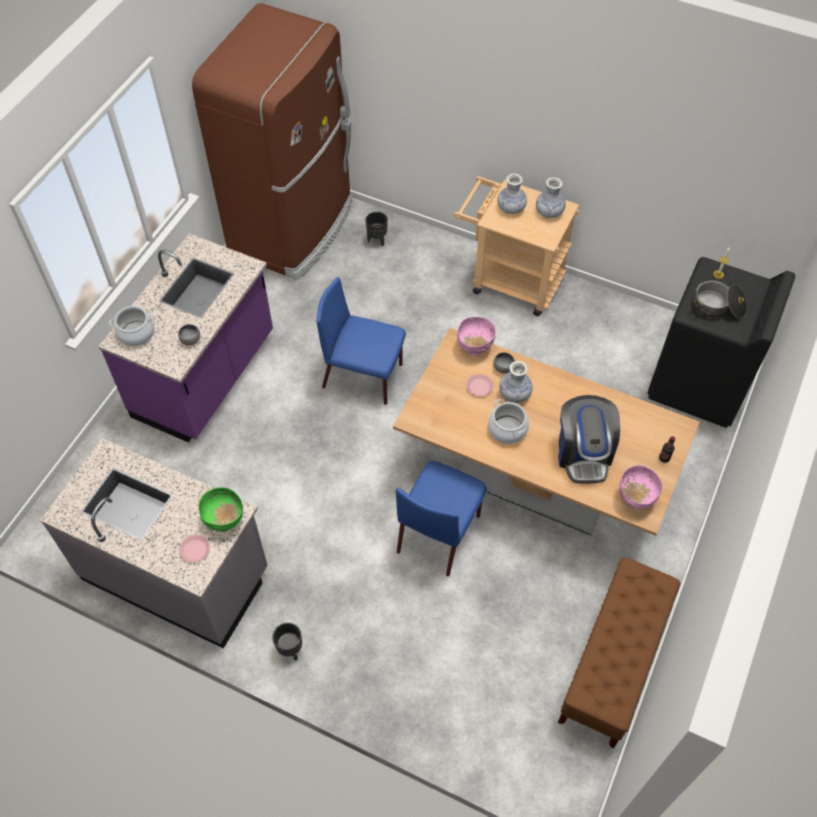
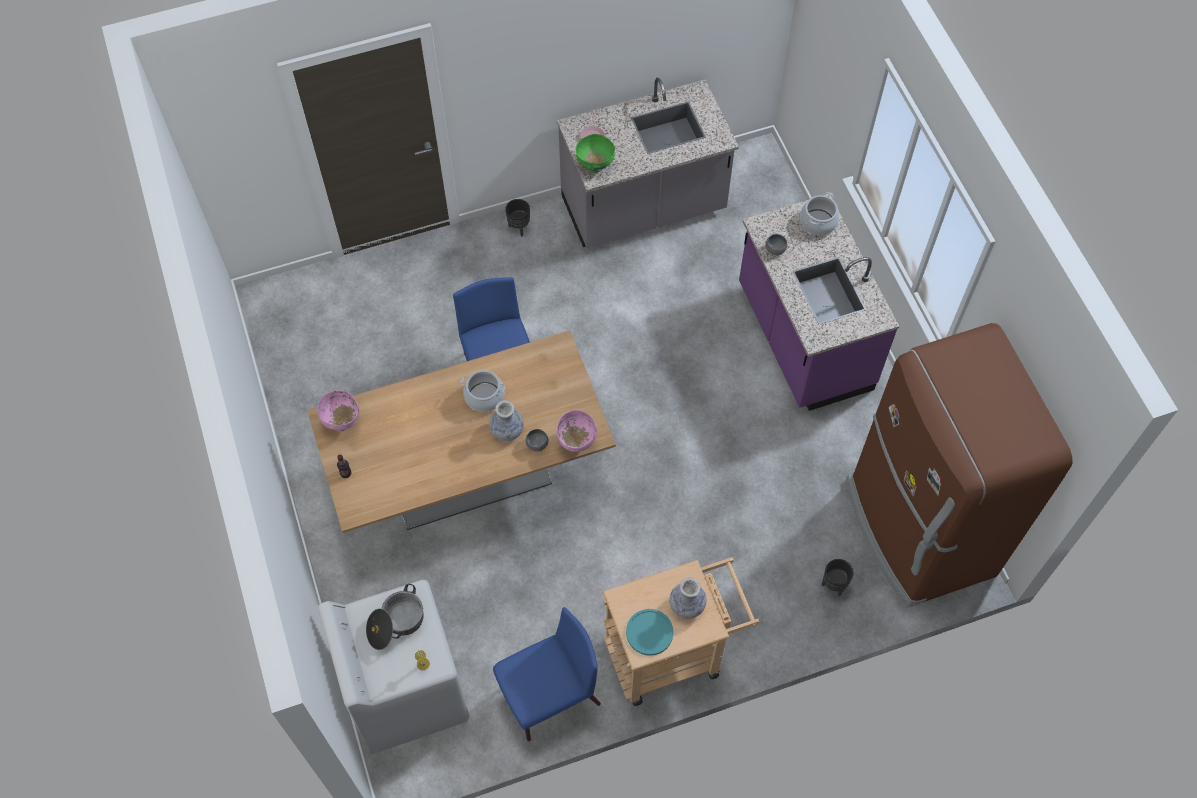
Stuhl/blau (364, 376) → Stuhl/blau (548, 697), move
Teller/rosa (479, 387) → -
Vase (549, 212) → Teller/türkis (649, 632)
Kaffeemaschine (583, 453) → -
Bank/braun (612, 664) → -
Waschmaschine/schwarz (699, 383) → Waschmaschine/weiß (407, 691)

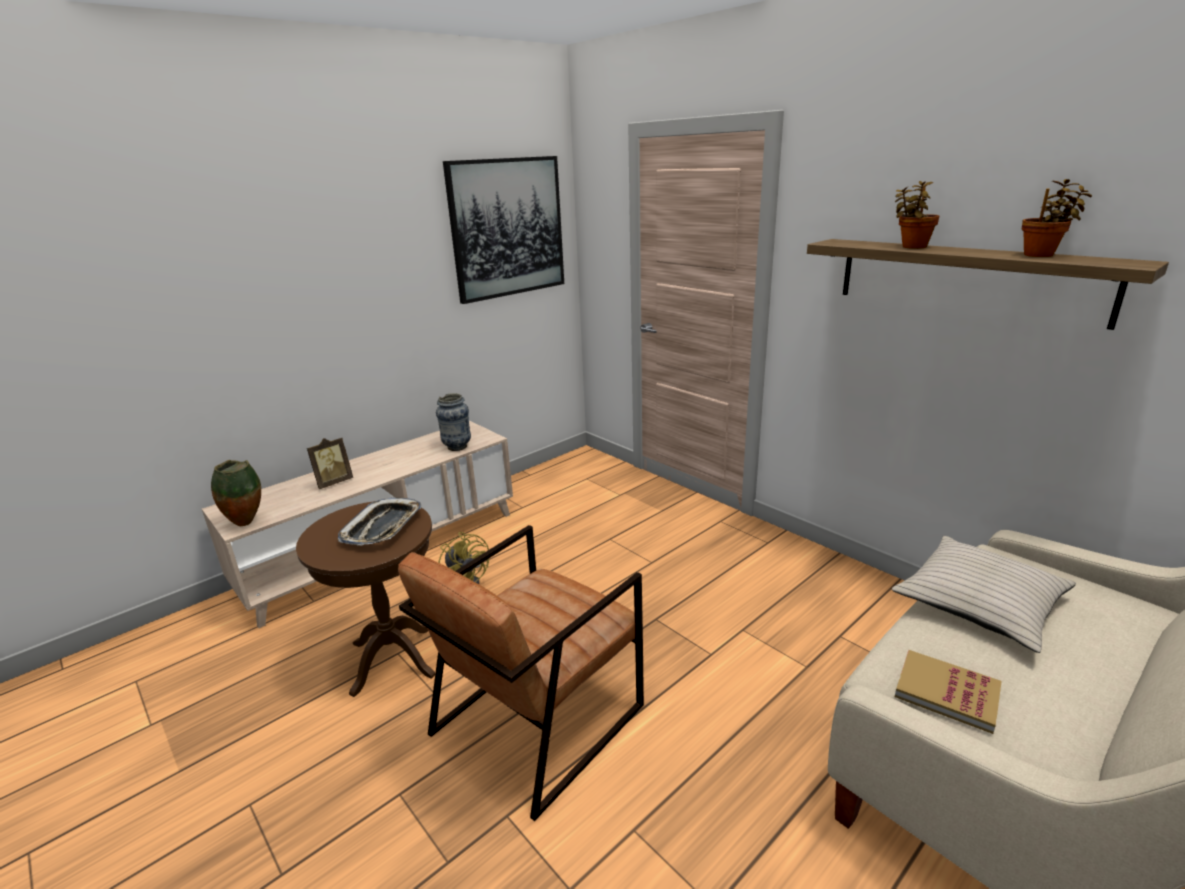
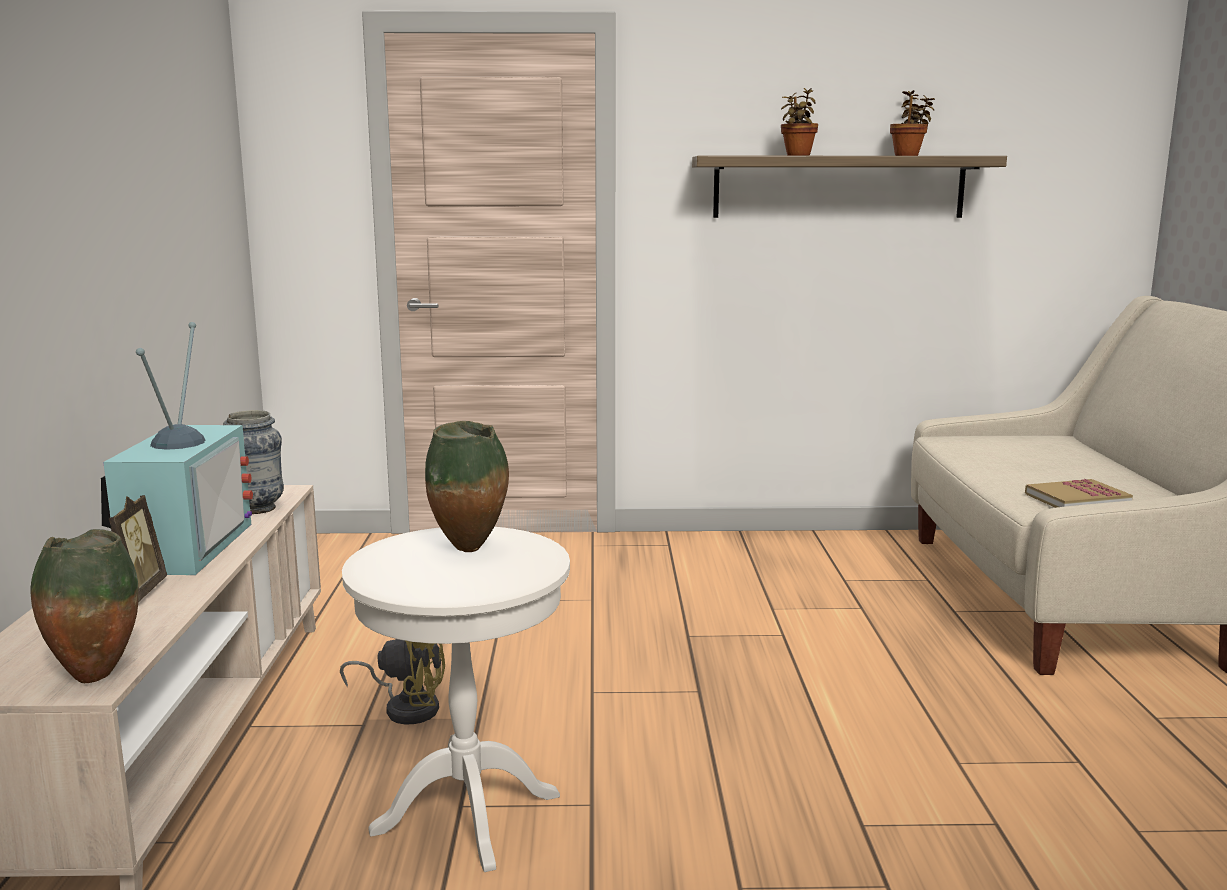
Beistelltisch/braun (393, 659) → Beistelltisch/weiß (467, 813)
Tablett (383, 527) → Vase (470, 550)
Sessel/braun (536, 719) → -
Bild (507, 228) → -
Kissen/beige (980, 602) → -
- → Fernseher (181, 546)

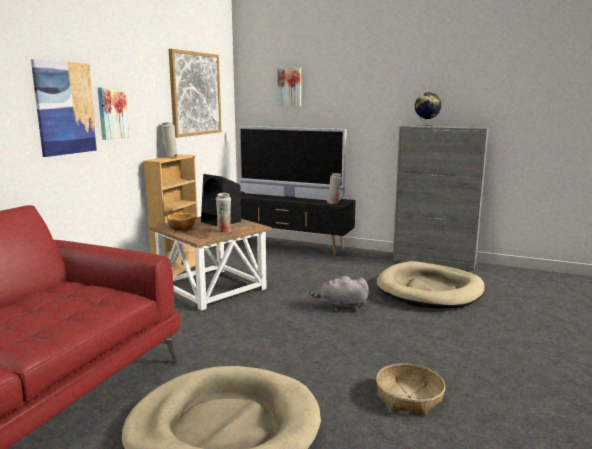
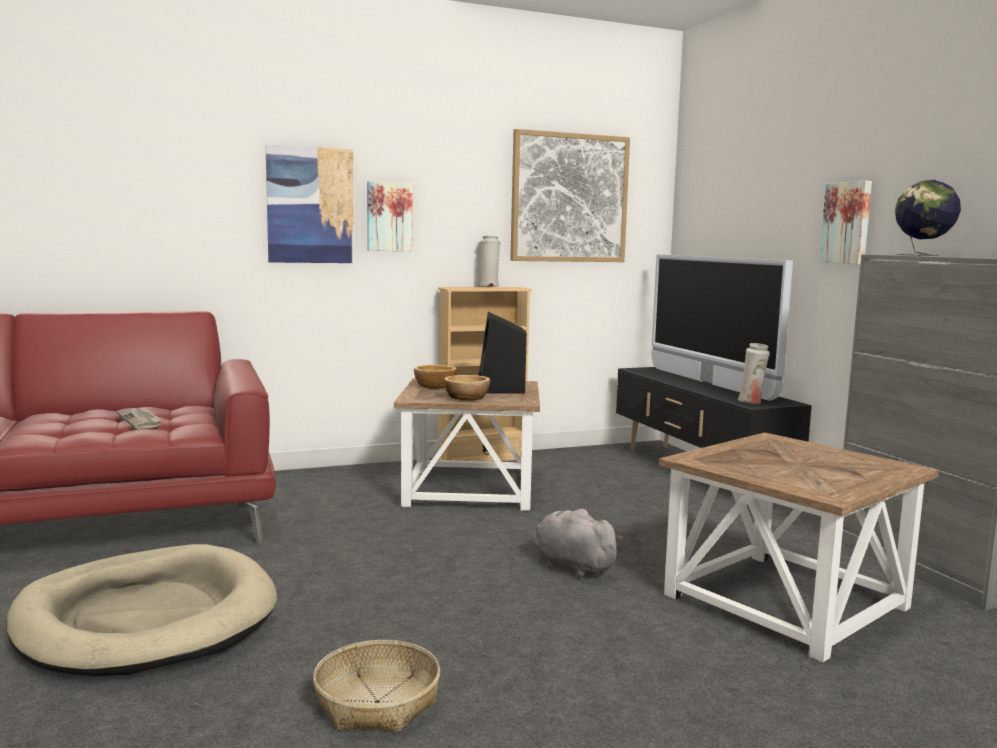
Vase/weiß (224, 231) → Schüssel (467, 398)
Bild (290, 87) → Bild (847, 223), move
Hundebett/beige (429, 290) → Beistelltisch/braun (789, 602)
- → Zeitung (141, 420)

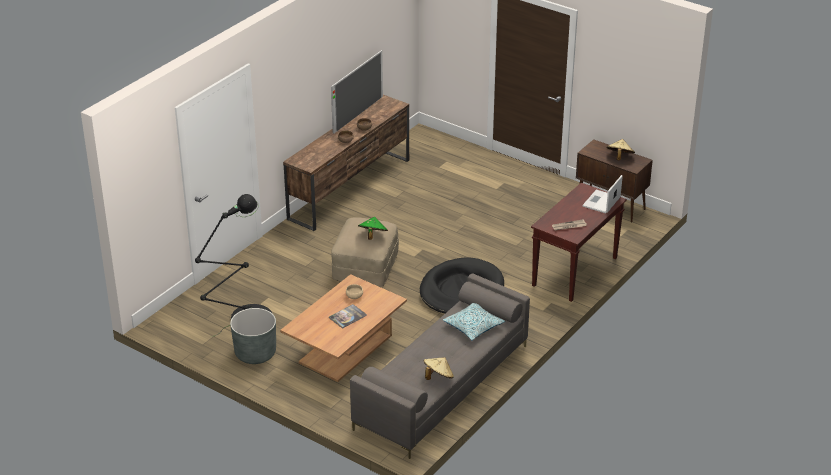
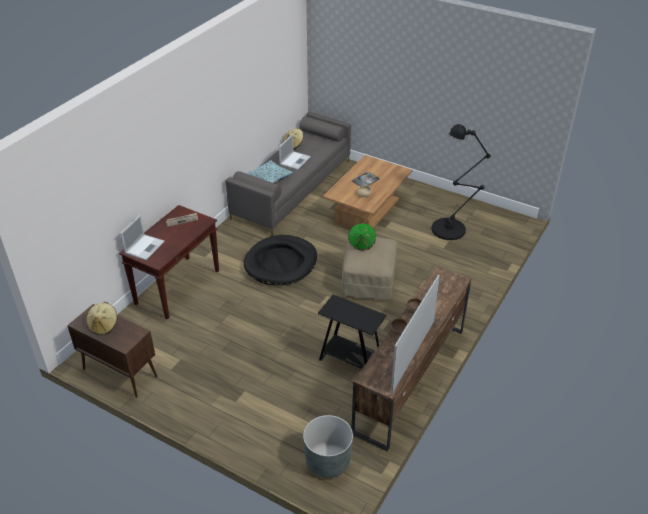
Pflanzkübel/grau (255, 353) → Pflanzkübel/grau (327, 461), move
- → Laptop (295, 160)
- → Beistelltisch/schwarz (350, 362)

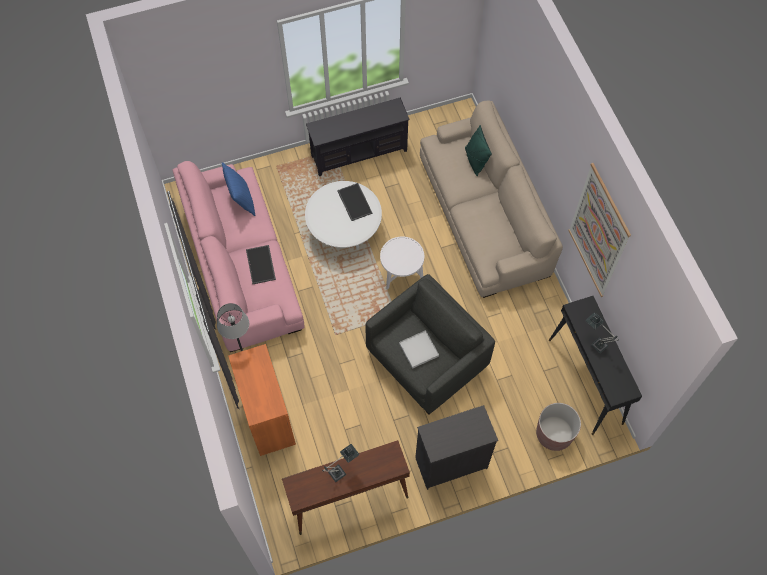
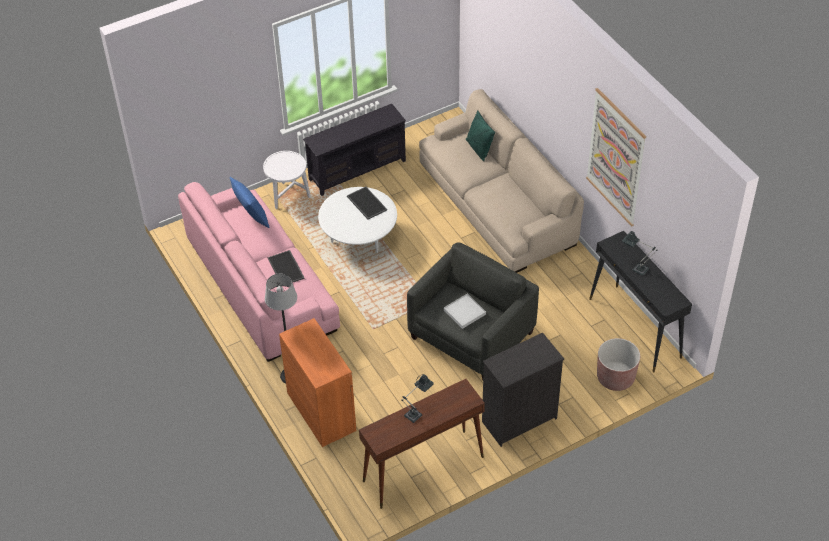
Beistelltisch/weiß (401, 277) → Beistelltisch/weiß (288, 197), move

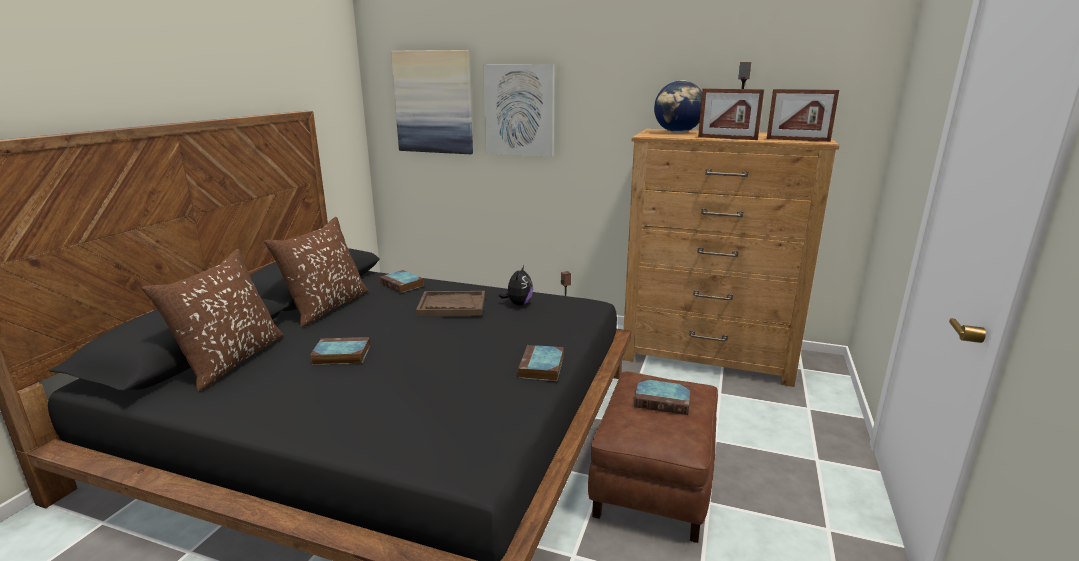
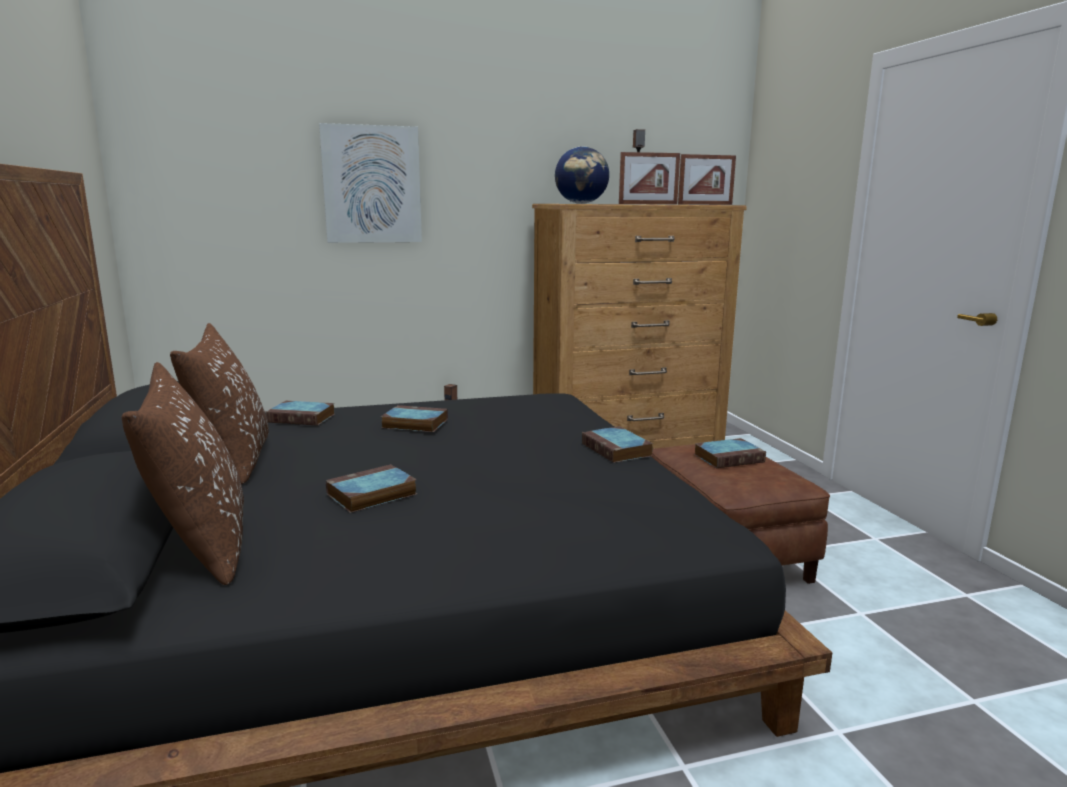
Bild (433, 102) → -
Tablett/braun (451, 305) → Buch (413, 423)
Plüschtier (518, 304) → -

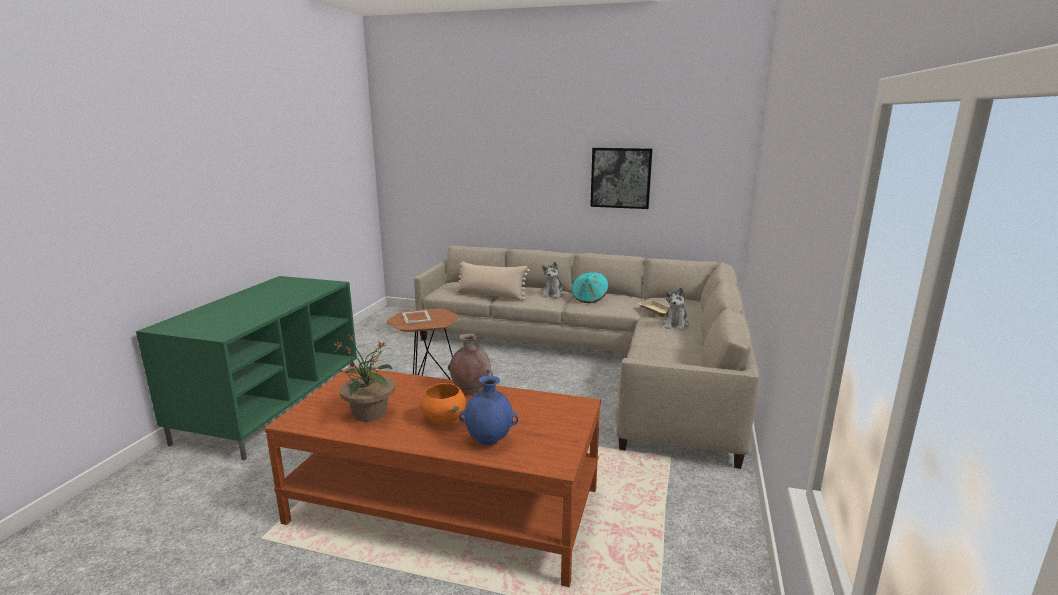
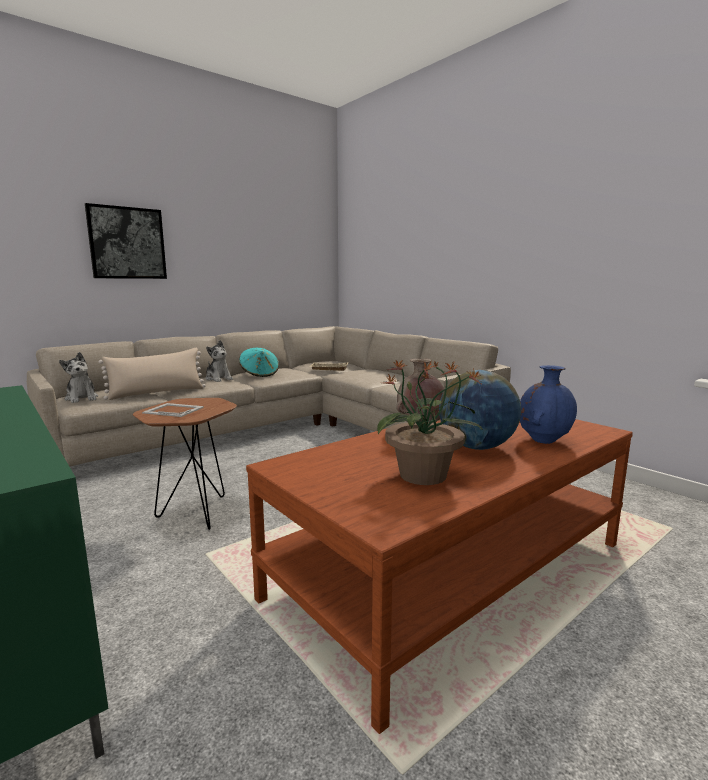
Schüssel/orange (444, 418) → Globus (476, 447)
Bild (620, 178) → Bild (127, 243), move
Plüschtier (675, 325) → Plüschtier (82, 398), move

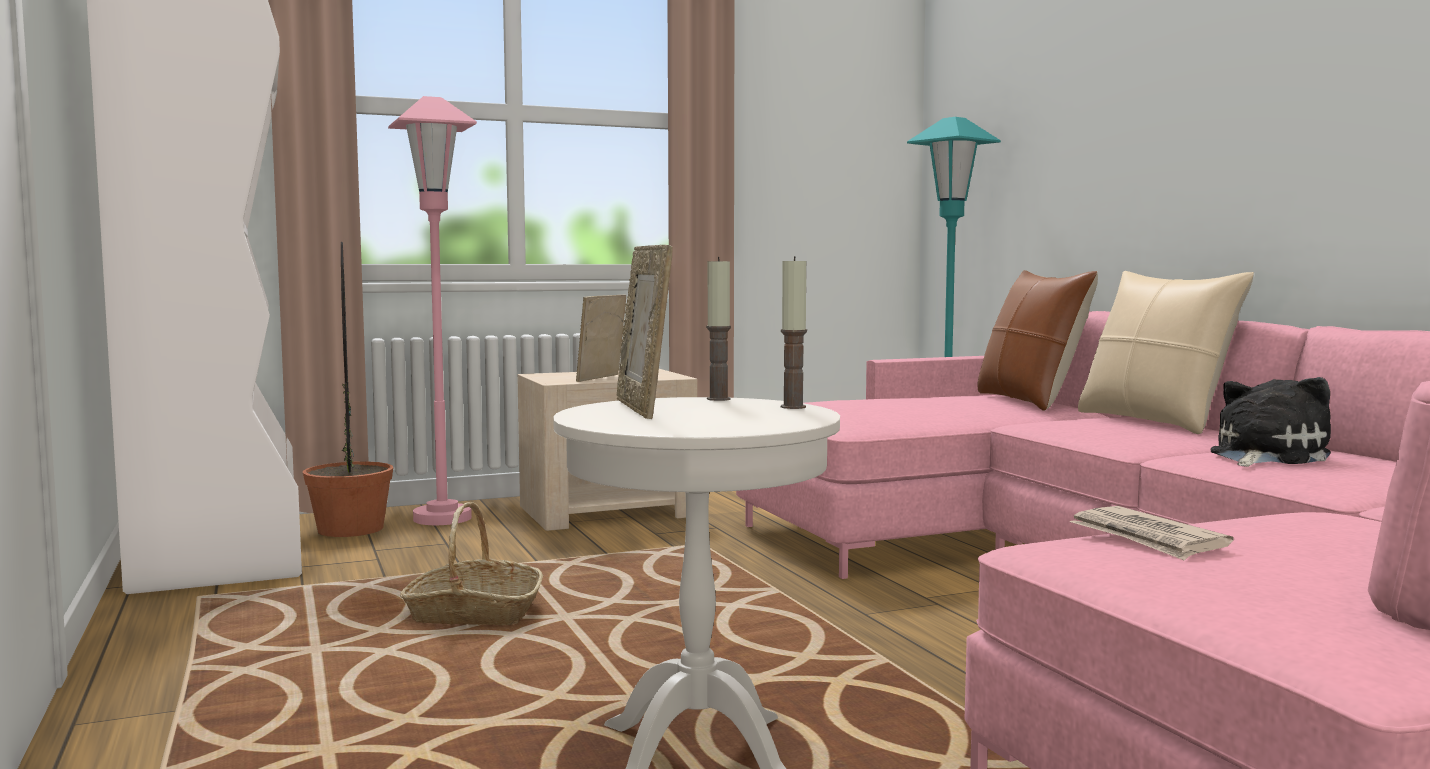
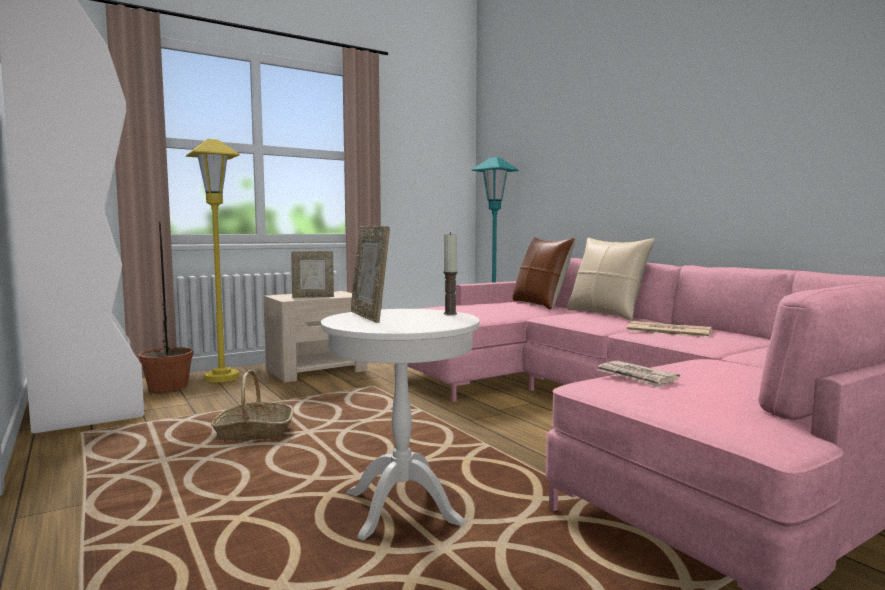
Stehlampe/rosa (443, 518) → Stehlampe/gelb (222, 378)
Bilderrahmen (602, 378) → Bilderrahmen (313, 297), 120 degrees counterclockwise
Kerze (718, 399) → -
Plüschtier (1264, 456) → Zeitung (667, 331)

